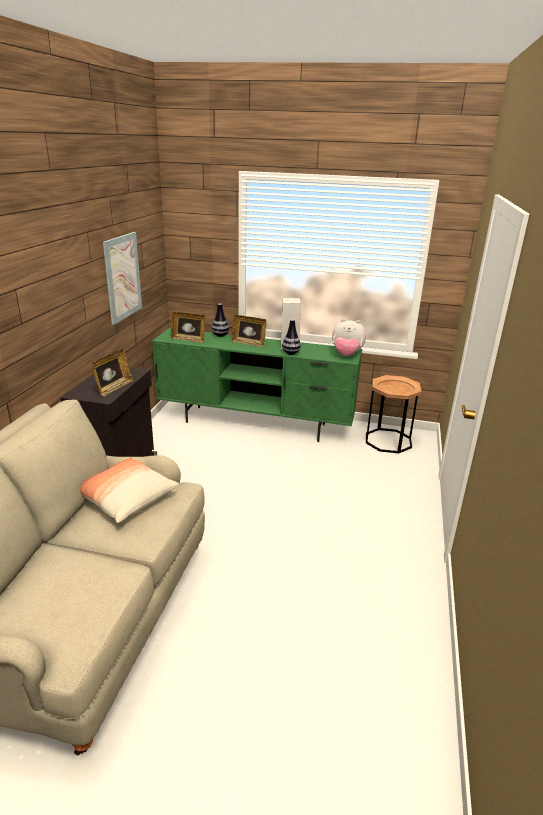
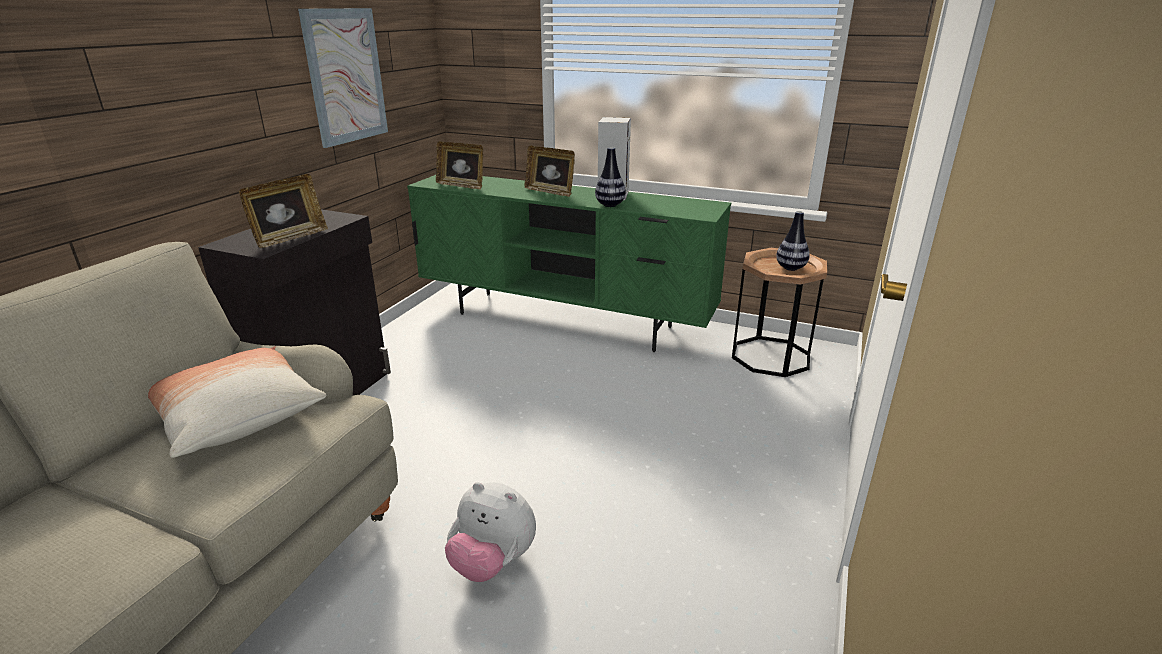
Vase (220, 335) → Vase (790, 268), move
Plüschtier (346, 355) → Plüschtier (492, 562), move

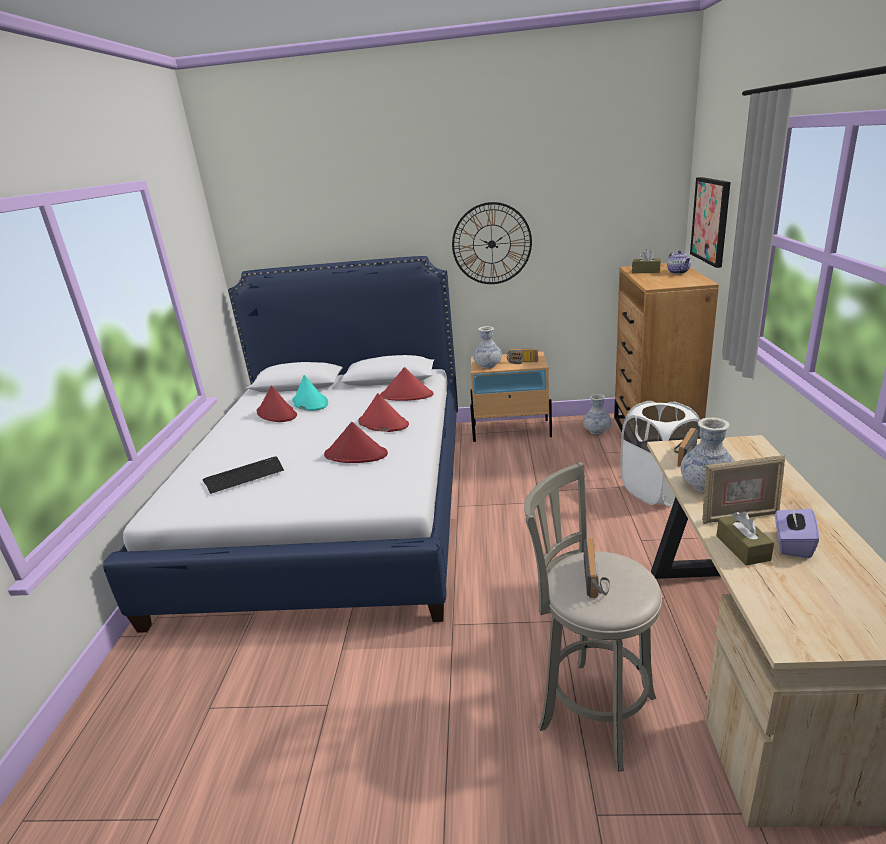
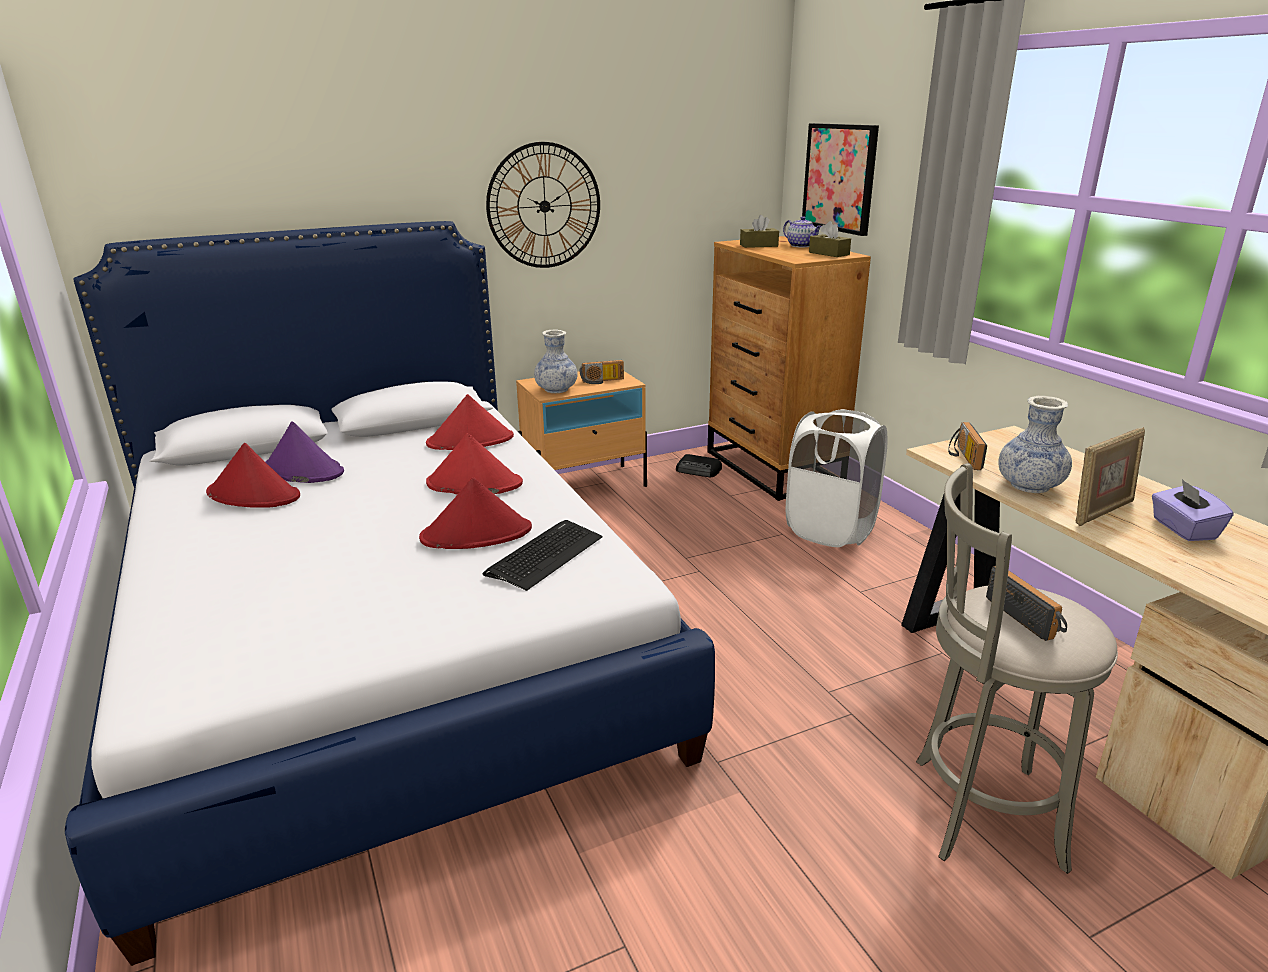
Tastatur (244, 475) → Tastatur (545, 555), move
Hut/türkis (310, 402) → Hut/lila (303, 470)
Vase (596, 431) → Radio (699, 470)
Taschentuchbox/braun (742, 548) → Taschentuchbox/braun (829, 253), move

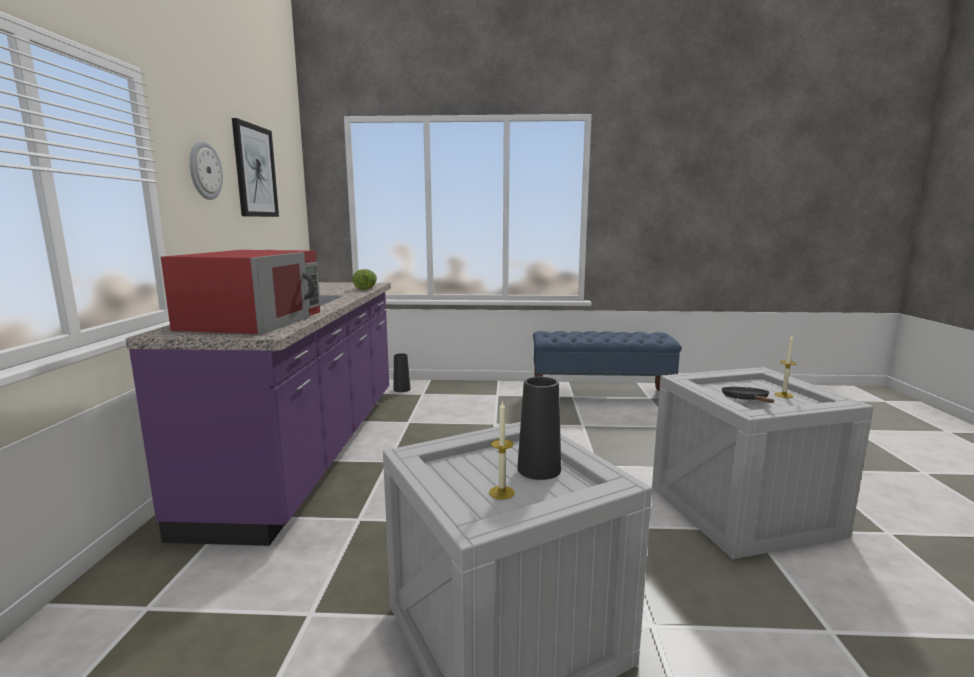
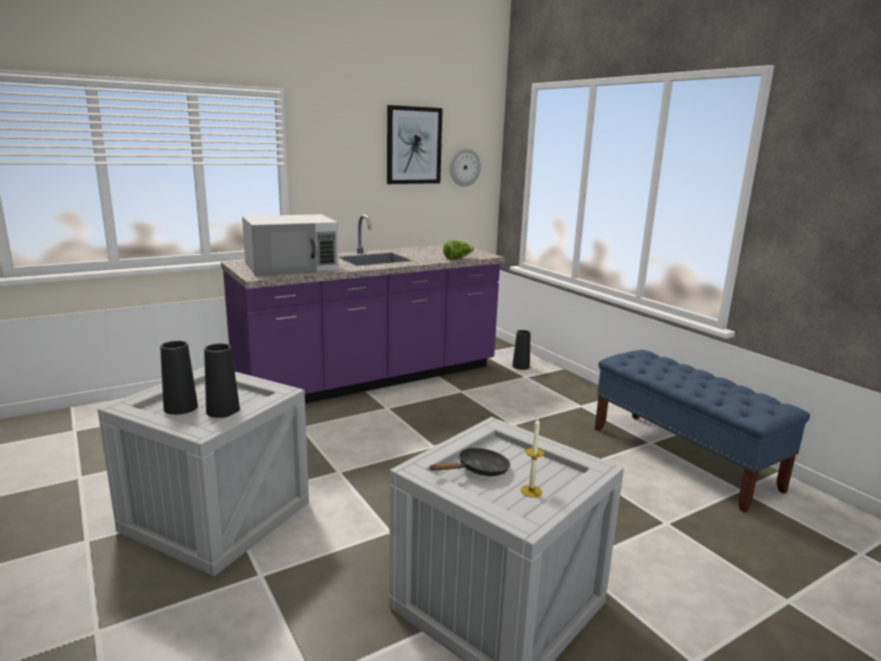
Mikrowelle/rot (254, 320) → Mikrowelle/weiß (292, 266)
Wanduhr (204, 170) → Wanduhr (464, 167), move
Kerze (501, 492) → Vase/schwarz (180, 407)

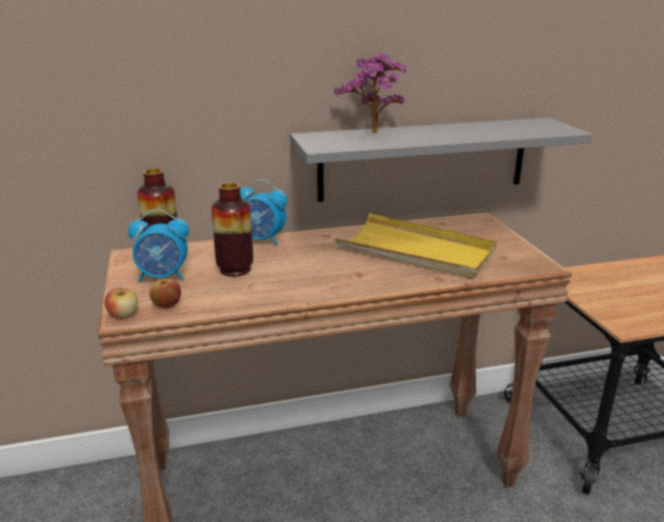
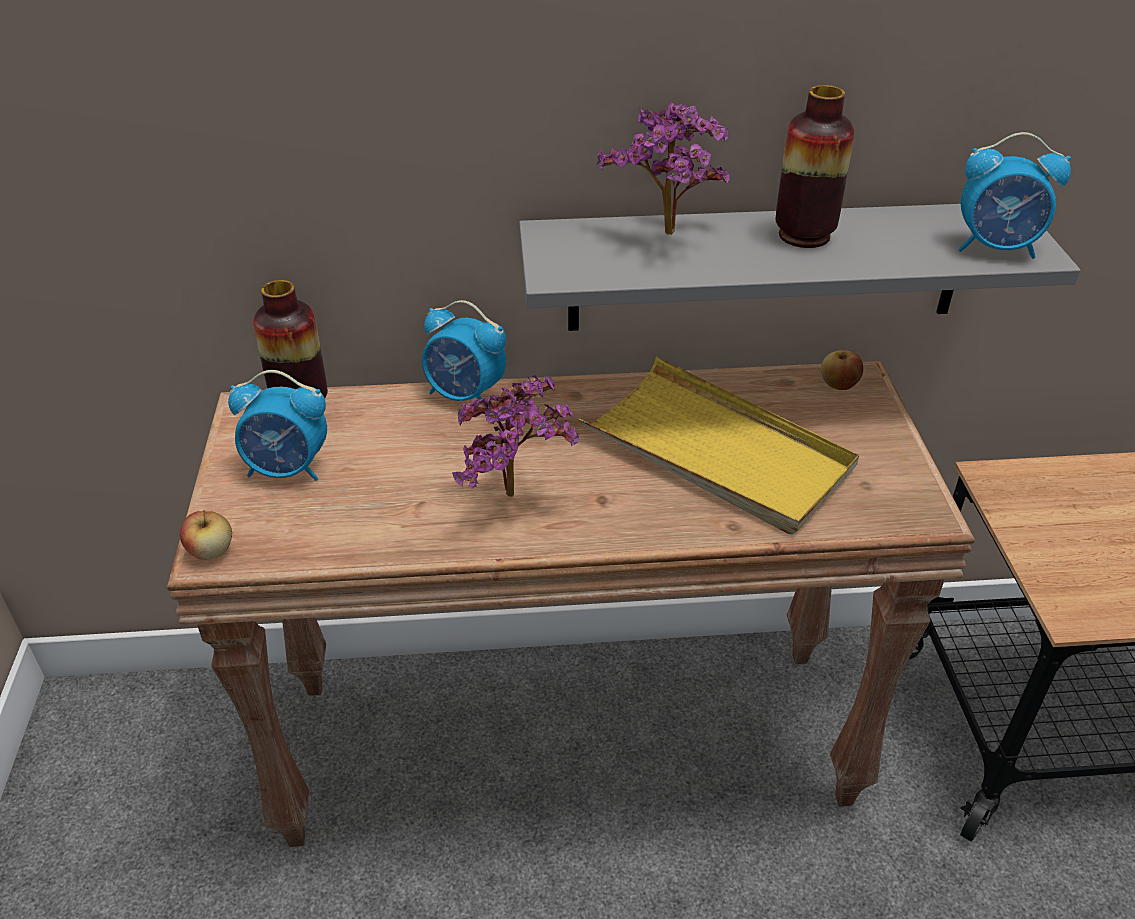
Apfel (166, 305) → Apfel (838, 385), move
Vase (235, 269) → Vase (804, 235), move
- → Topfpflanze (517, 499)
- → Wecker (996, 248)

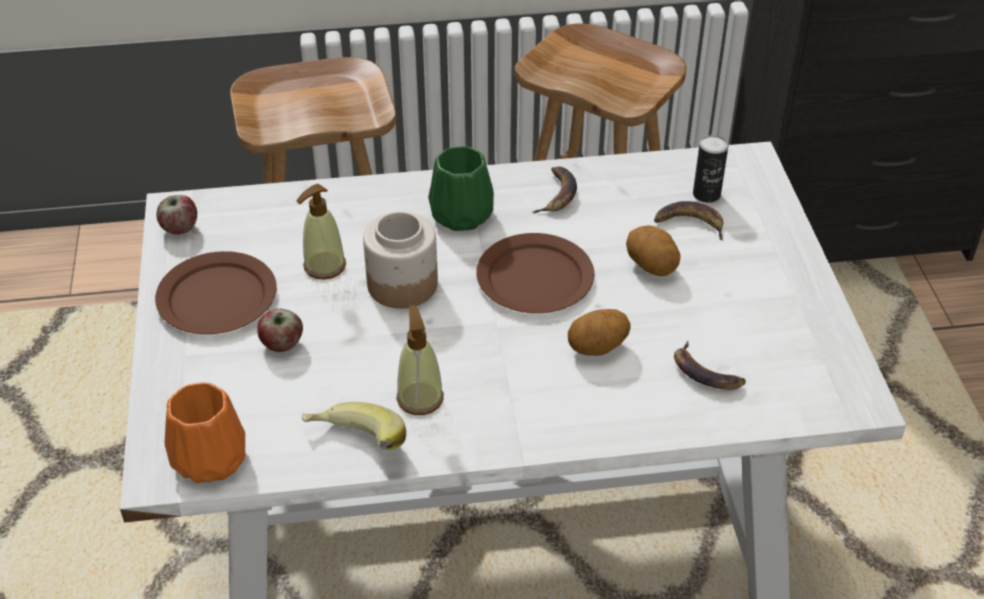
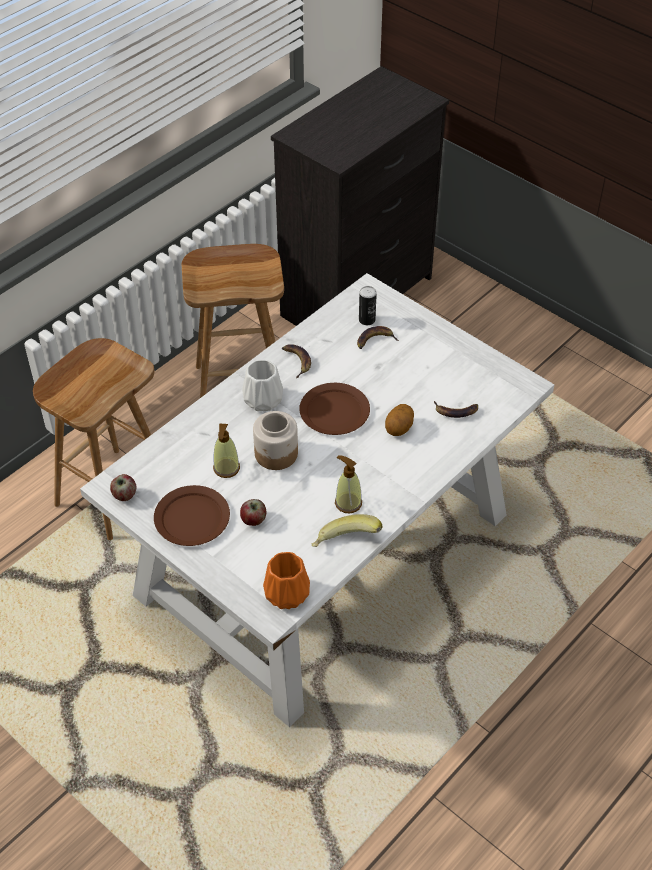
Vase/grün (462, 214) → Vase/weiß (263, 399)
Kartoffel (652, 266) → -

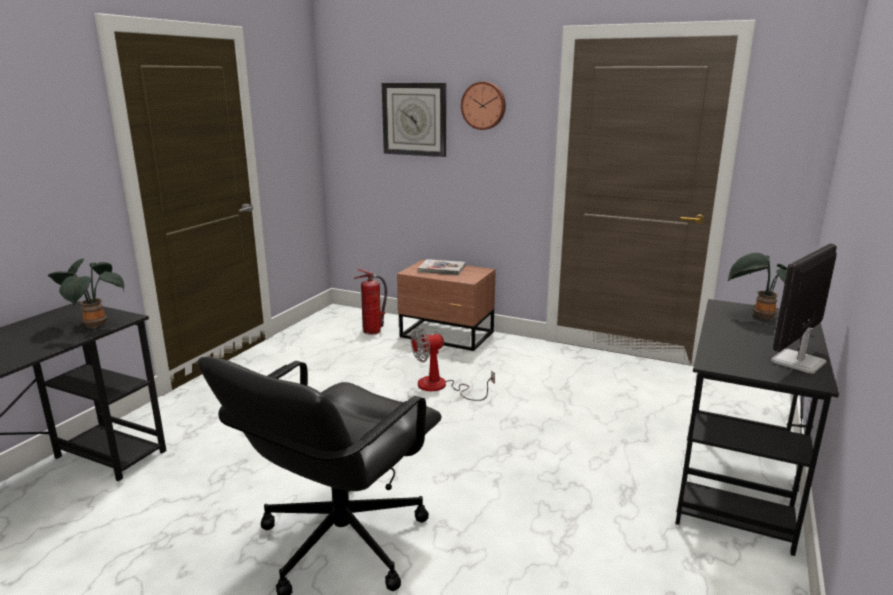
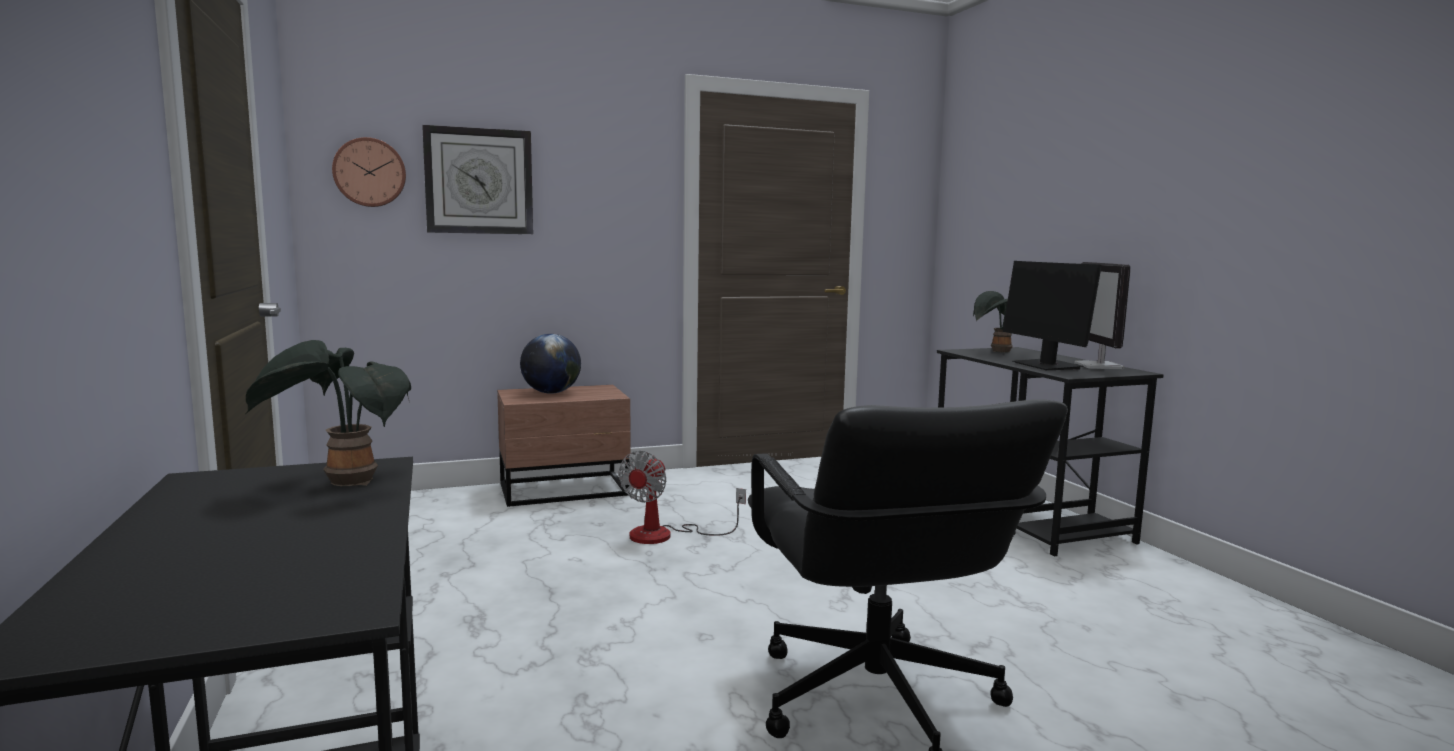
Feuerlöscher (372, 331) → -
Buch (442, 269) → Globus (551, 393)
Wanduhr (484, 105) → Wanduhr (370, 172), move
- → Monitor (1047, 366)

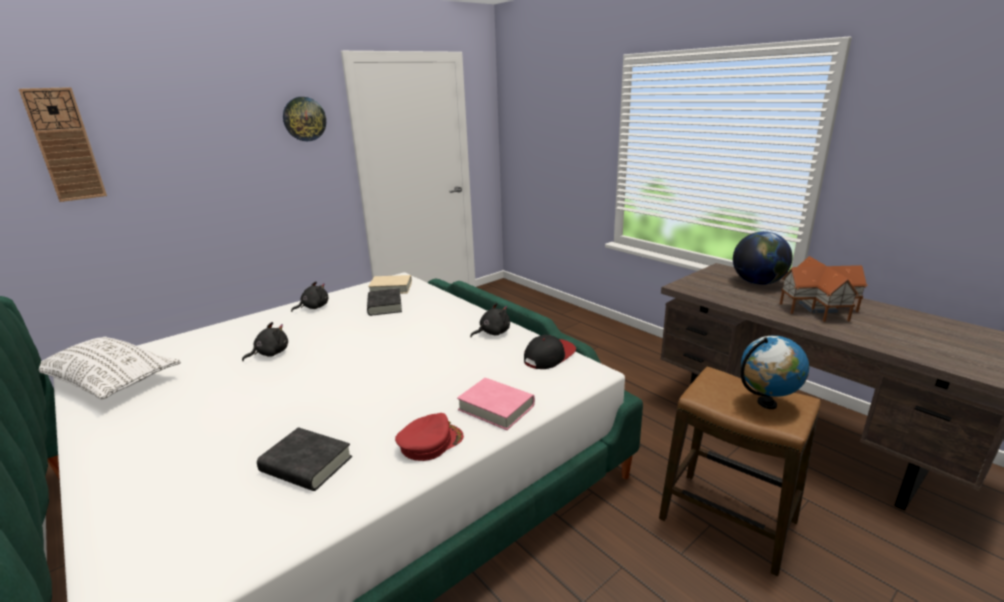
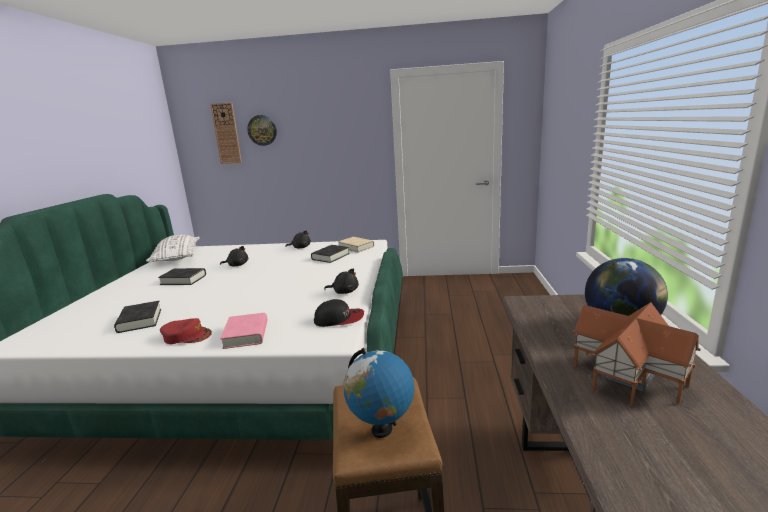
Wanduhr (304, 119) → Wanduhr (262, 130), move
- → Buch/schwarz (183, 280)

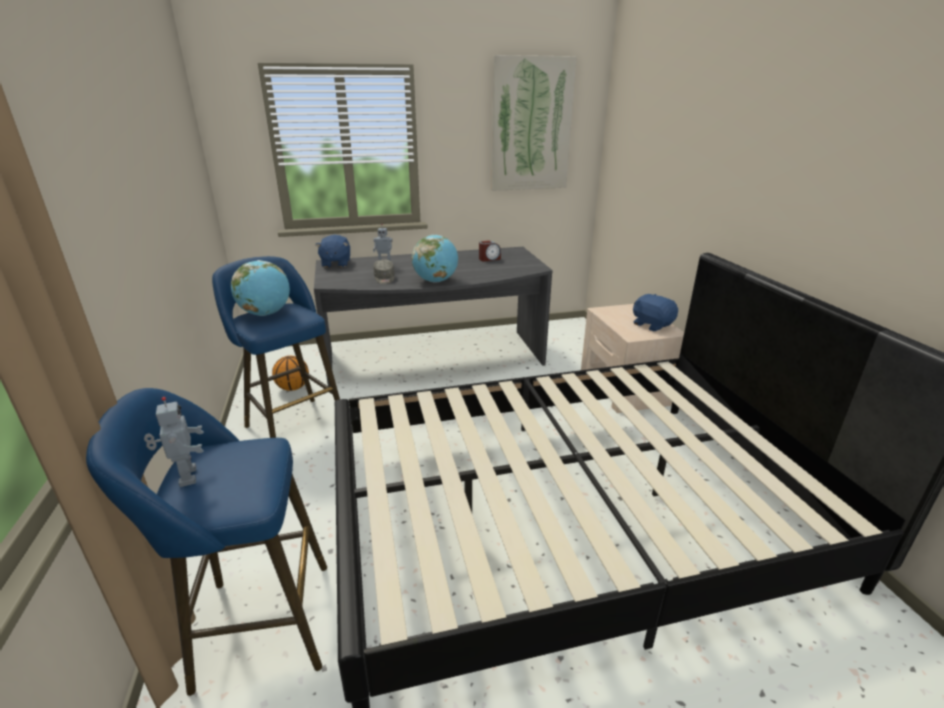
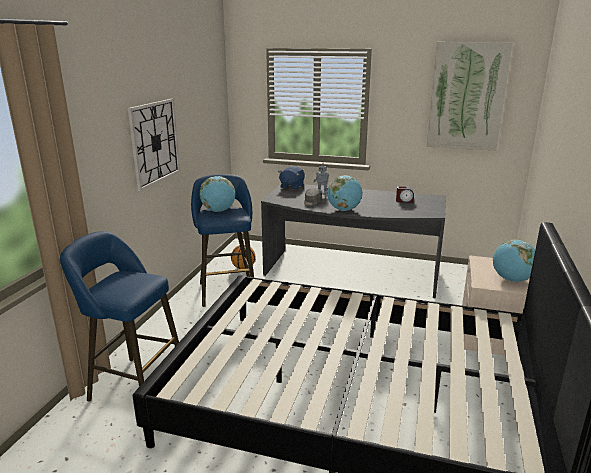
Spielzeugroboter (186, 477) → -
Plüschtier/blau (652, 325) → Globus (511, 280)
- → Wanduhr (154, 142)

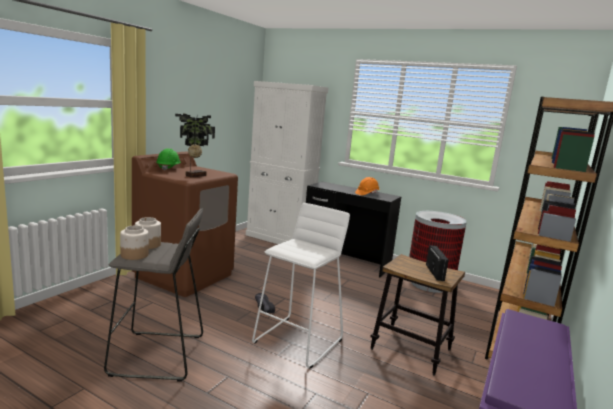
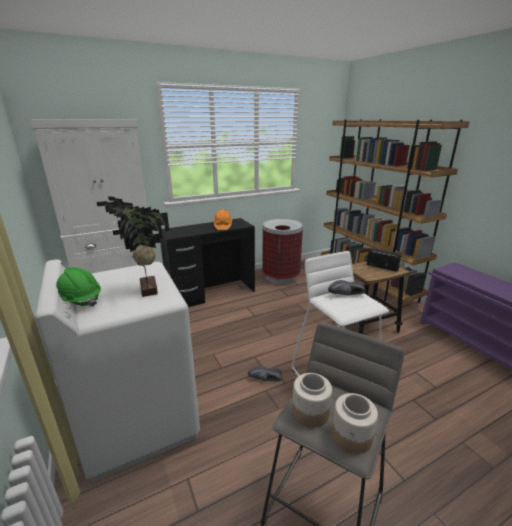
Waschmaschine/braun (185, 275) → Waschmaschine/weiß (139, 419)
- → Schuh/schwarz (347, 295)

